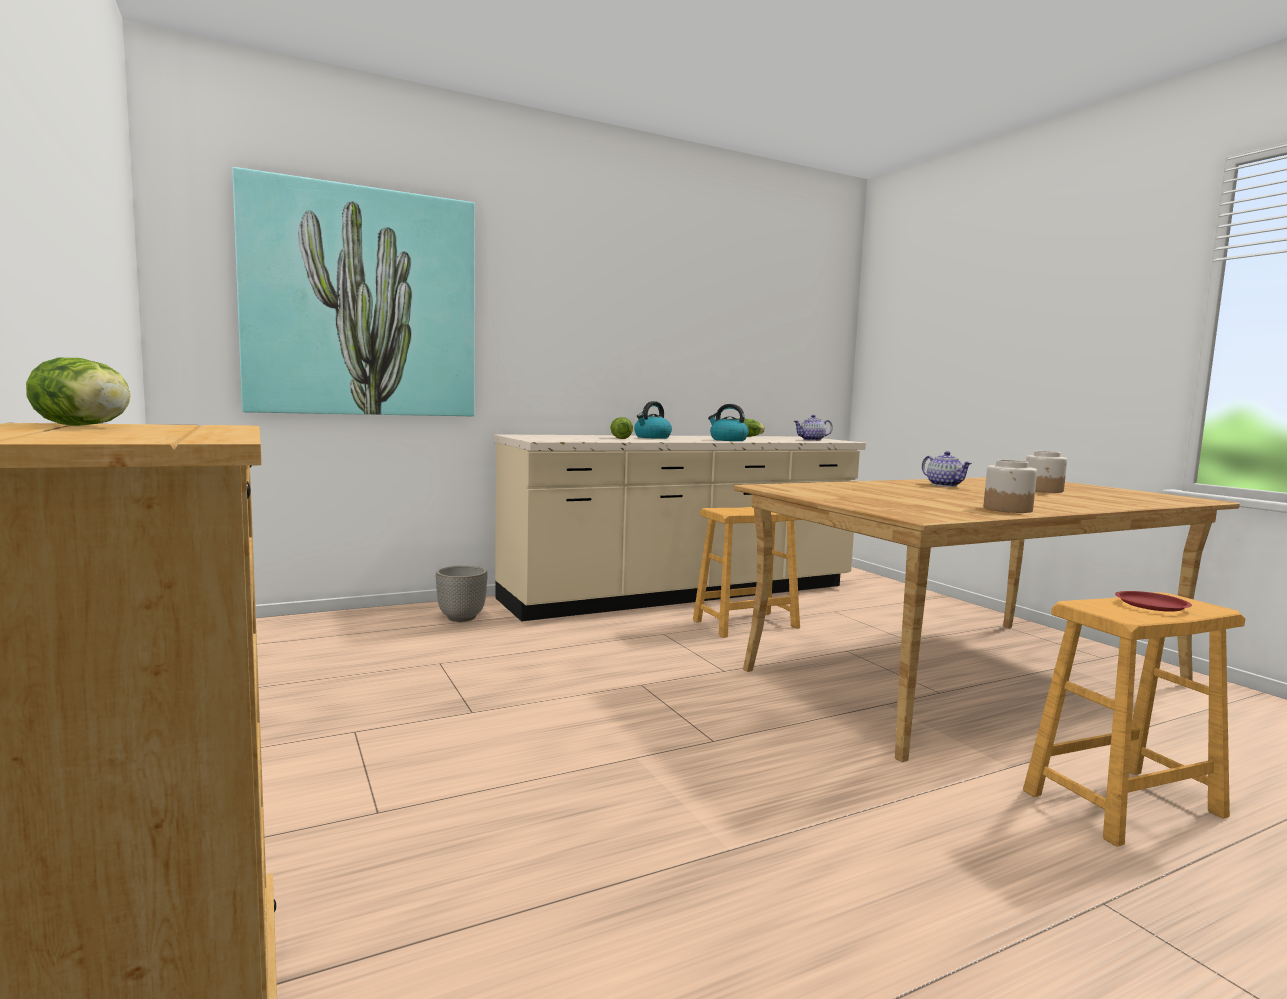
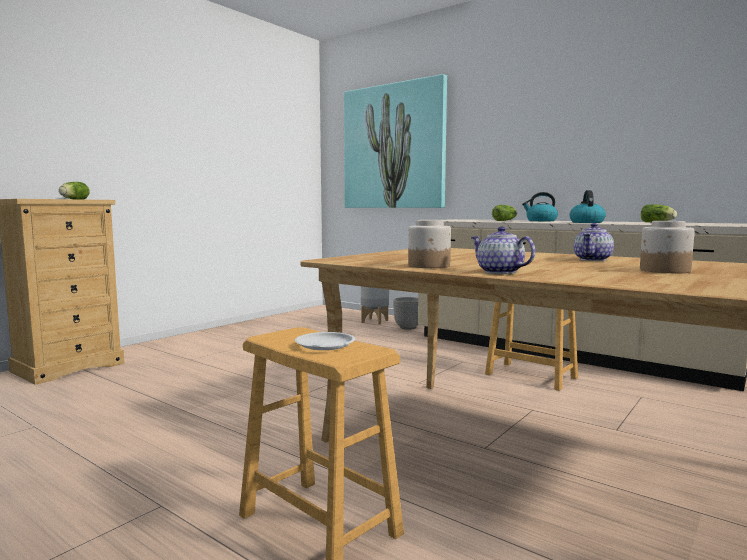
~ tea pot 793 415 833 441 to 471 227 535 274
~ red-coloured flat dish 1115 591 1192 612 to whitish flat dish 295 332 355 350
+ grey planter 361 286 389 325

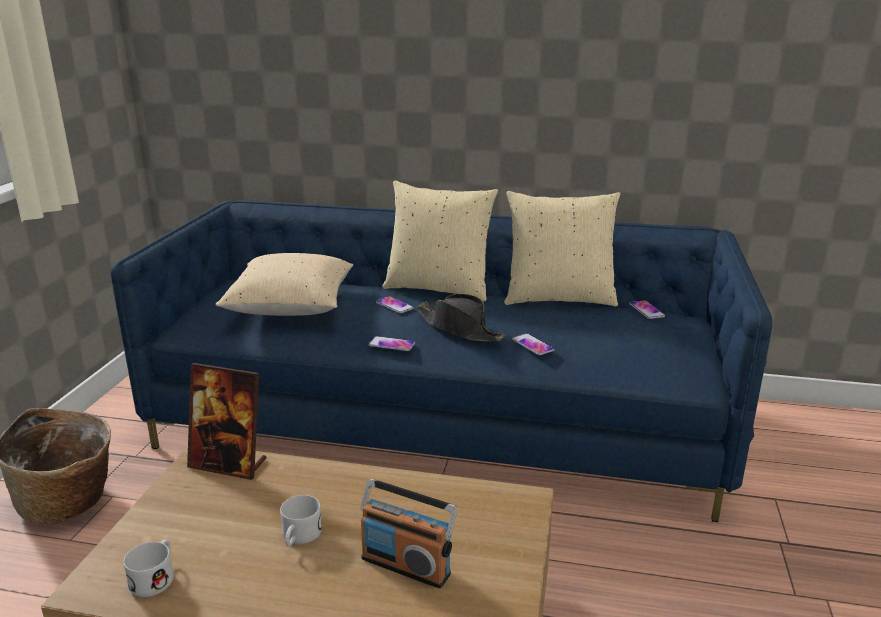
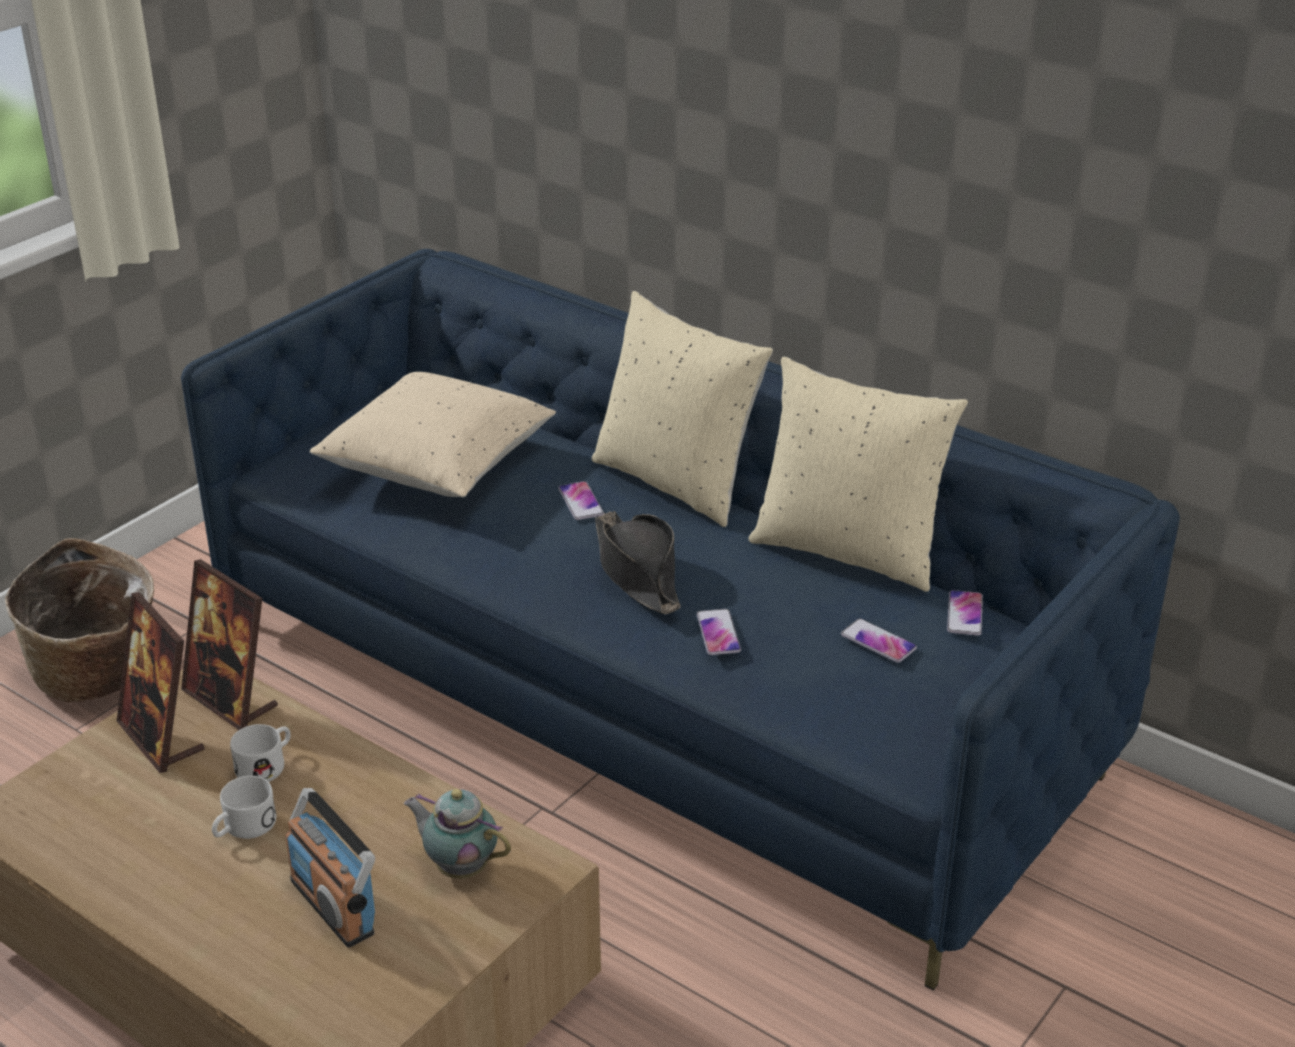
~ phone 369 336 415 351 to 841 618 917 663
~ whitish mug 124 540 174 597 to 230 724 291 782
+ picture frame 117 592 205 773
+ tea pot 404 789 511 879

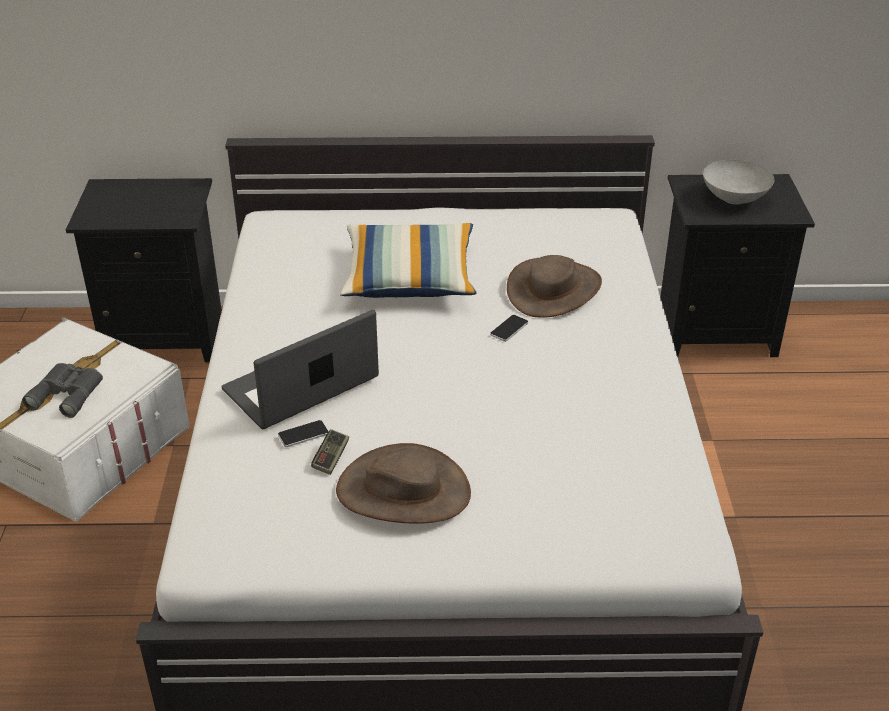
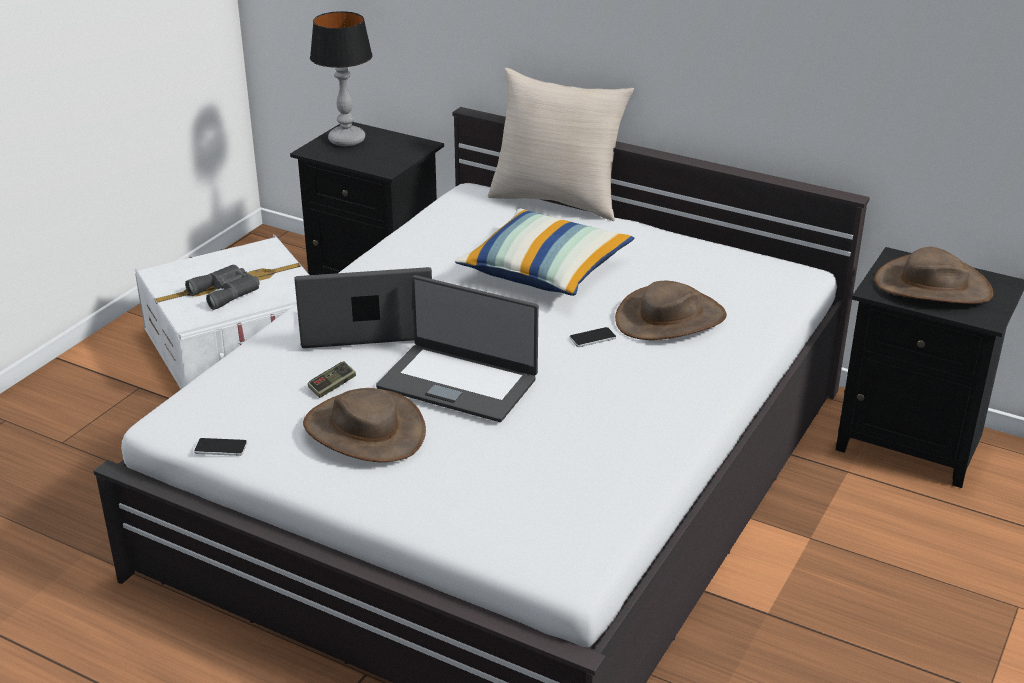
~ grey bowl 703 160 774 205 to brown-coloured hat 874 247 993 304
~ phone 278 420 328 447 to 194 438 247 456
+ tabletop lamp 310 11 372 146
+ beige-coloured pillow 488 68 634 221
+ portable computer 376 275 538 422

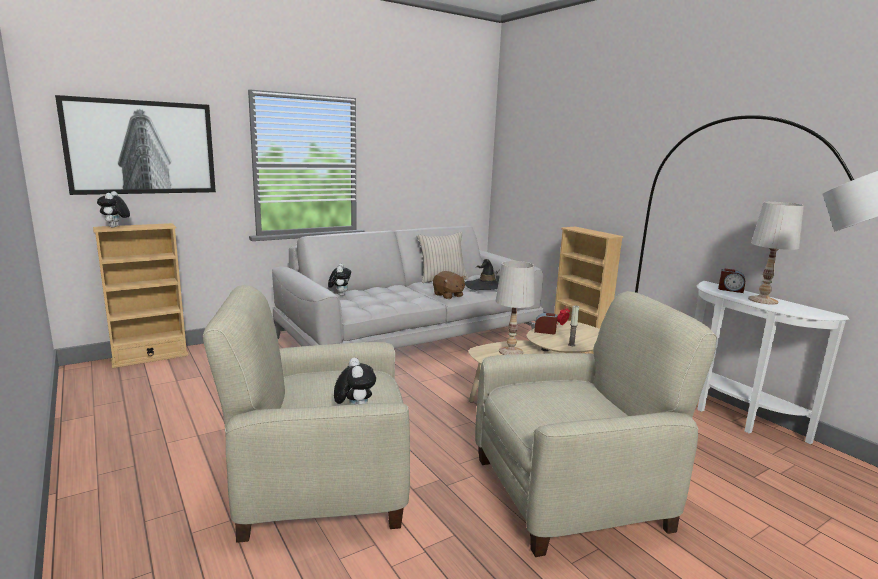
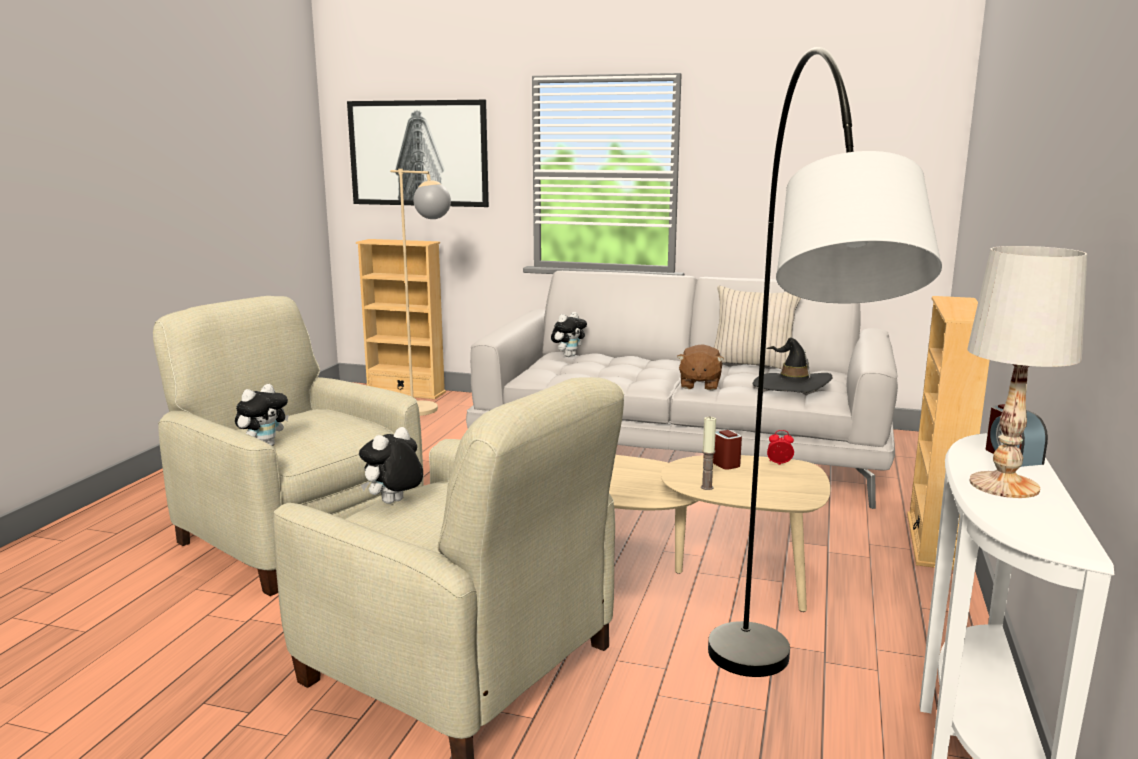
~ soft toy 97 191 130 228 to 359 427 423 504
- whitish tabletop lamp 496 261 535 355
+ beige-coloured standing lamp 390 169 451 416

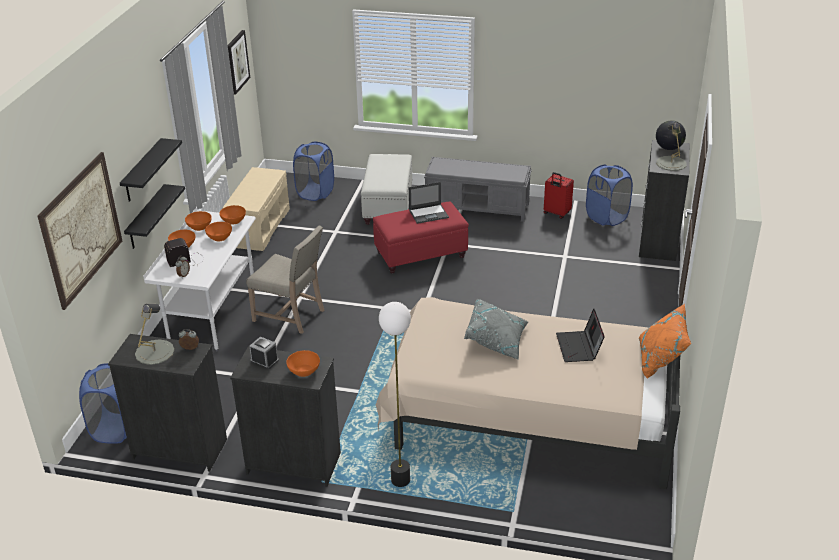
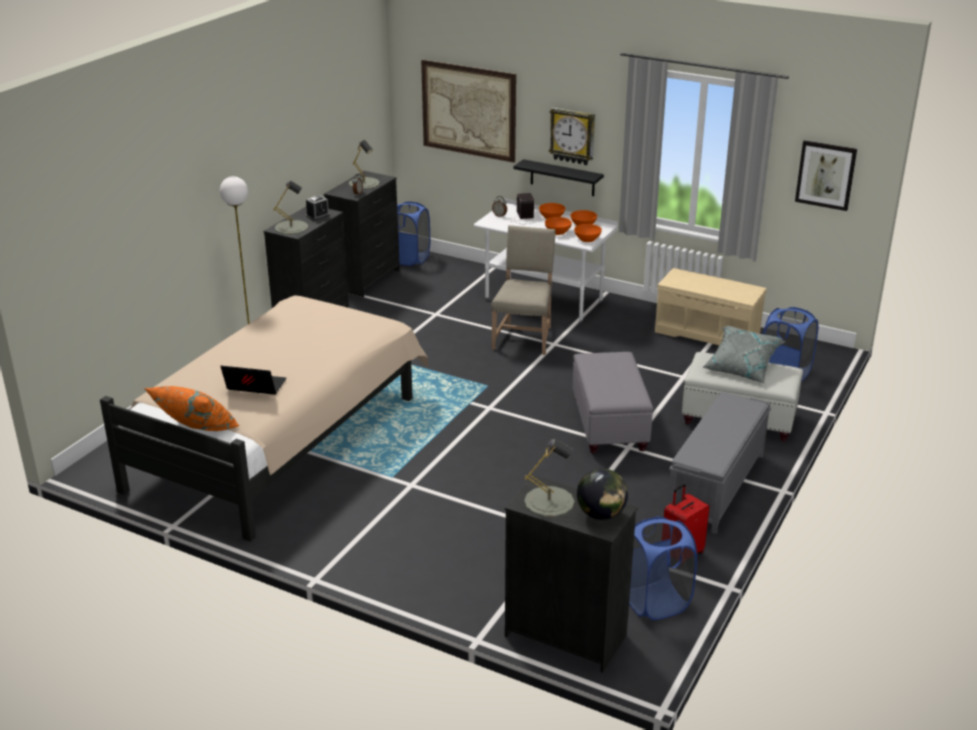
~ blackish bracket shelf 120 138 182 202 to wall clock 549 107 595 165
- portable computer 409 182 449 224
~ red-coloured pouffe 373 202 469 274 to grey pouffe 572 352 653 454
~ beige-coloured chair 246 225 325 334 = 491 225 556 355 150 degrees clockwise
~ grey pillow 464 299 528 360 to 702 326 785 383
~ orangey bowl 286 350 320 377 to grey tabletop lamp 273 180 308 234

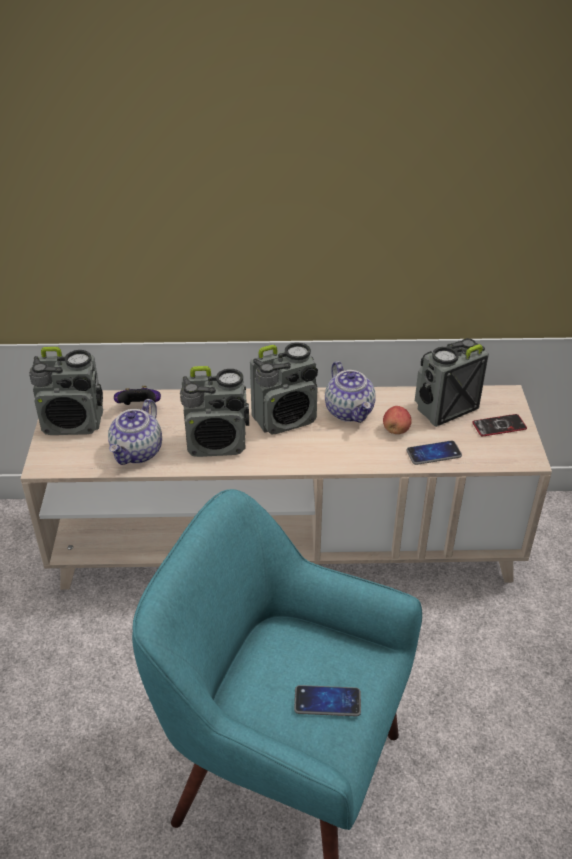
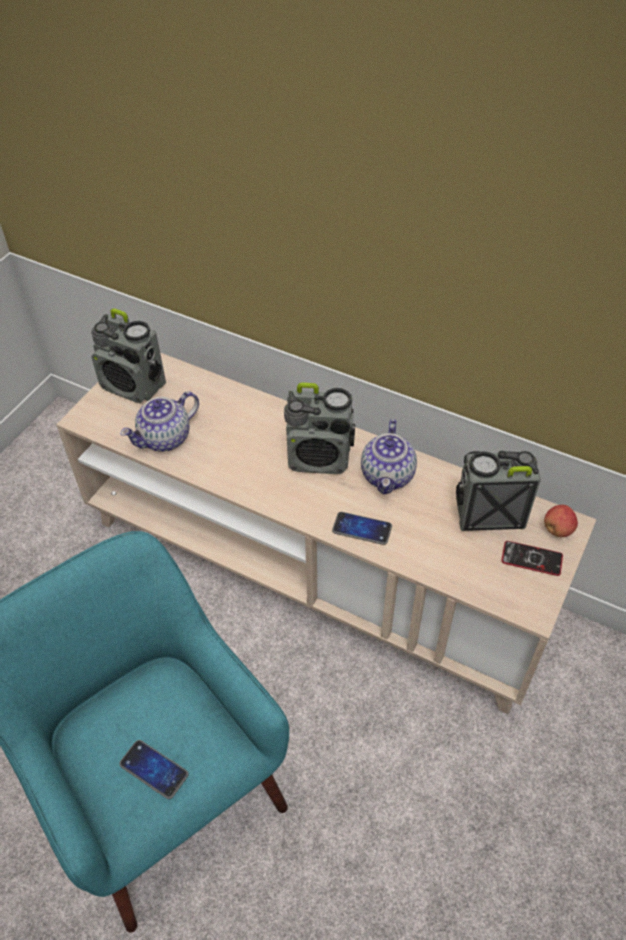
- radio receiver 180 366 249 457
- joypad 114 386 161 405
~ whole apple 383 406 412 434 to 544 505 578 537
~ phone 406 440 462 465 to 332 512 392 545

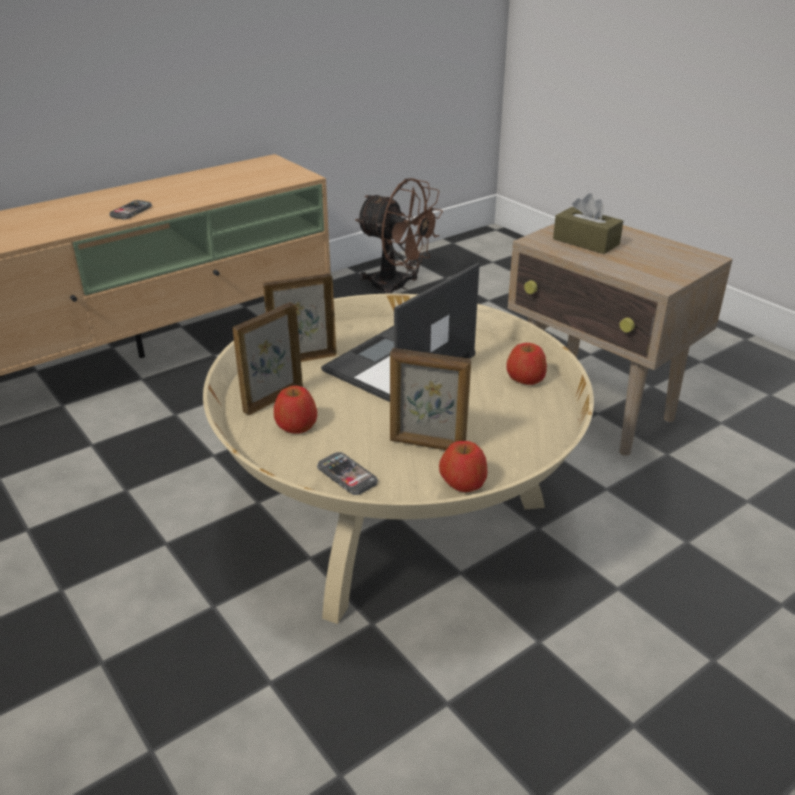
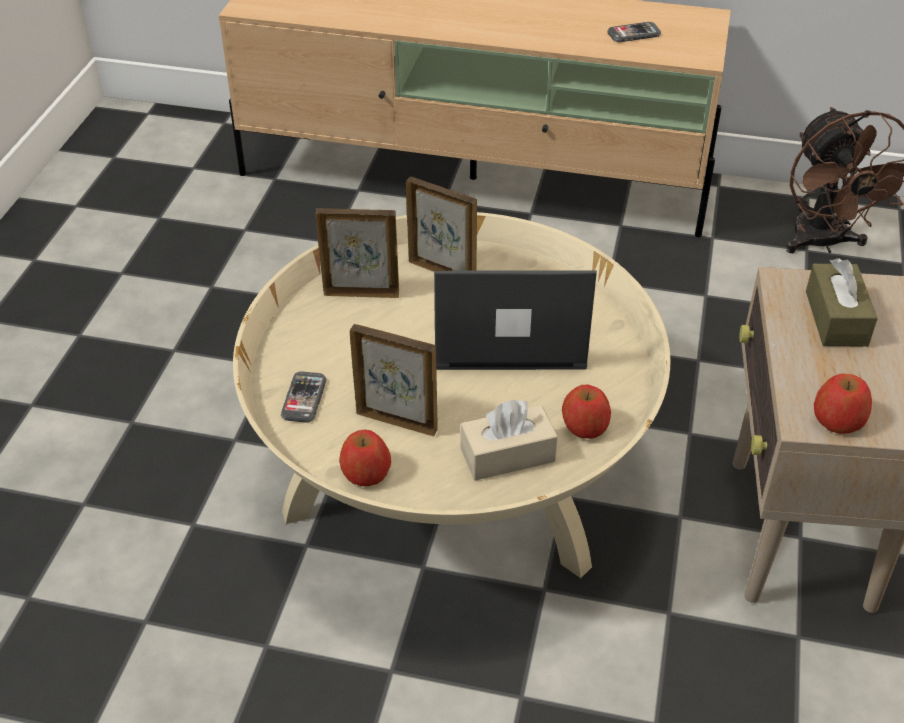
~ phone 109 200 152 220 to 607 22 661 42
~ picture frame 390 348 471 450 = 350 324 438 437 135 degrees clockwise
~ whole apple 274 386 317 434 to 814 373 872 434
+ beige-coloured tissue holder 461 400 558 480

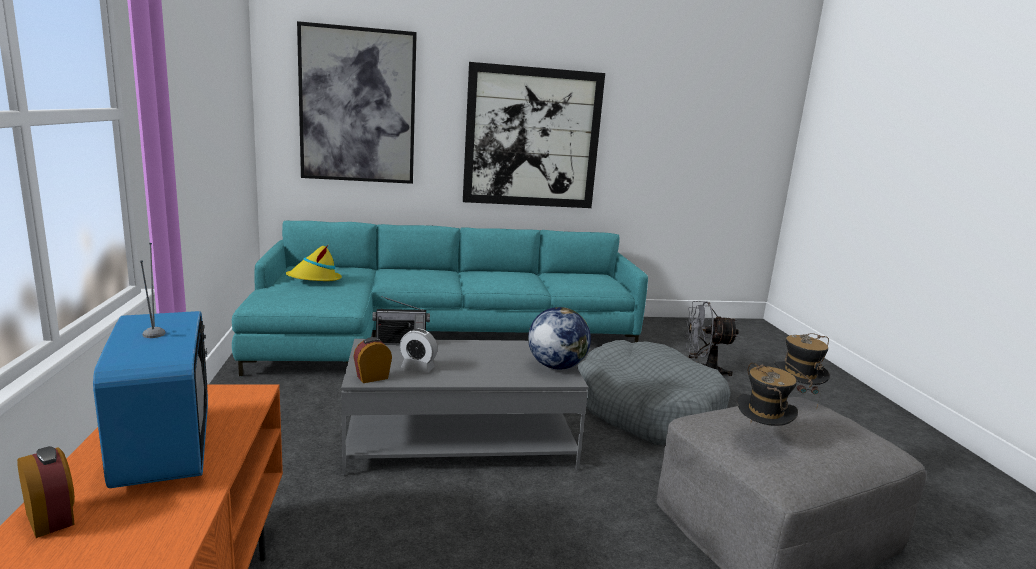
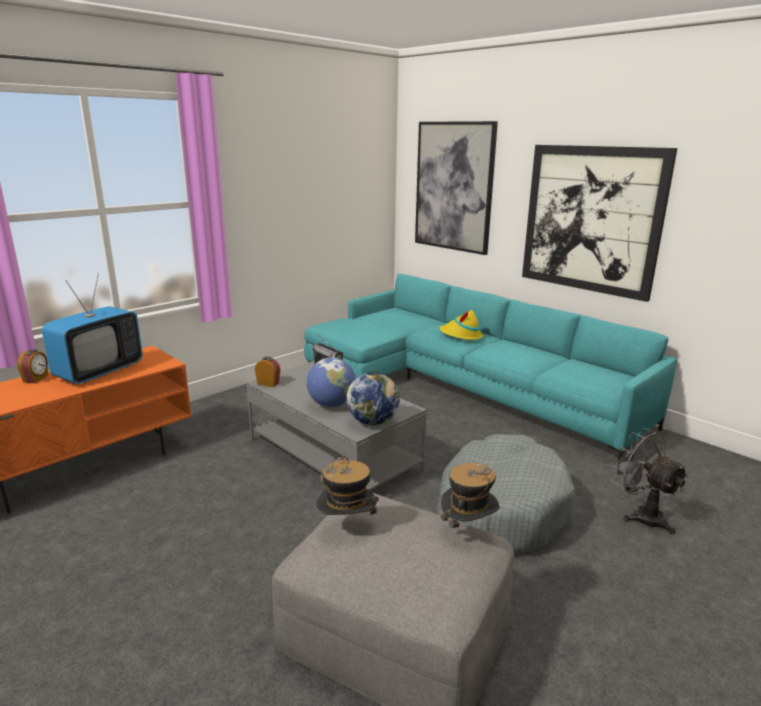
~ yellow-coloured hat 286 245 342 281 to 439 310 483 340
- alarm clock 400 329 437 373
+ world globe 307 358 356 407

